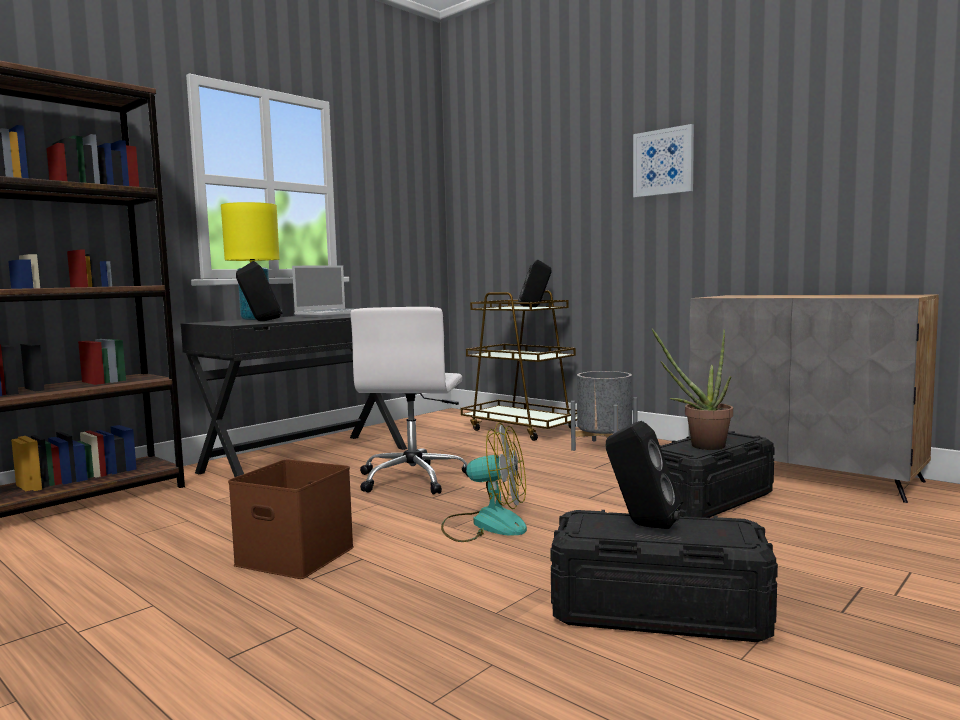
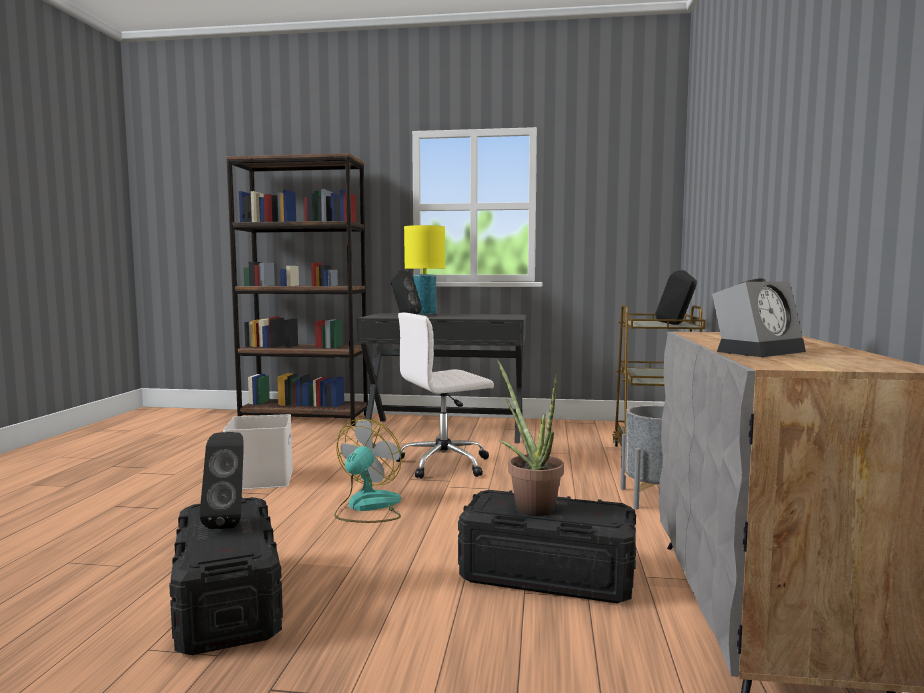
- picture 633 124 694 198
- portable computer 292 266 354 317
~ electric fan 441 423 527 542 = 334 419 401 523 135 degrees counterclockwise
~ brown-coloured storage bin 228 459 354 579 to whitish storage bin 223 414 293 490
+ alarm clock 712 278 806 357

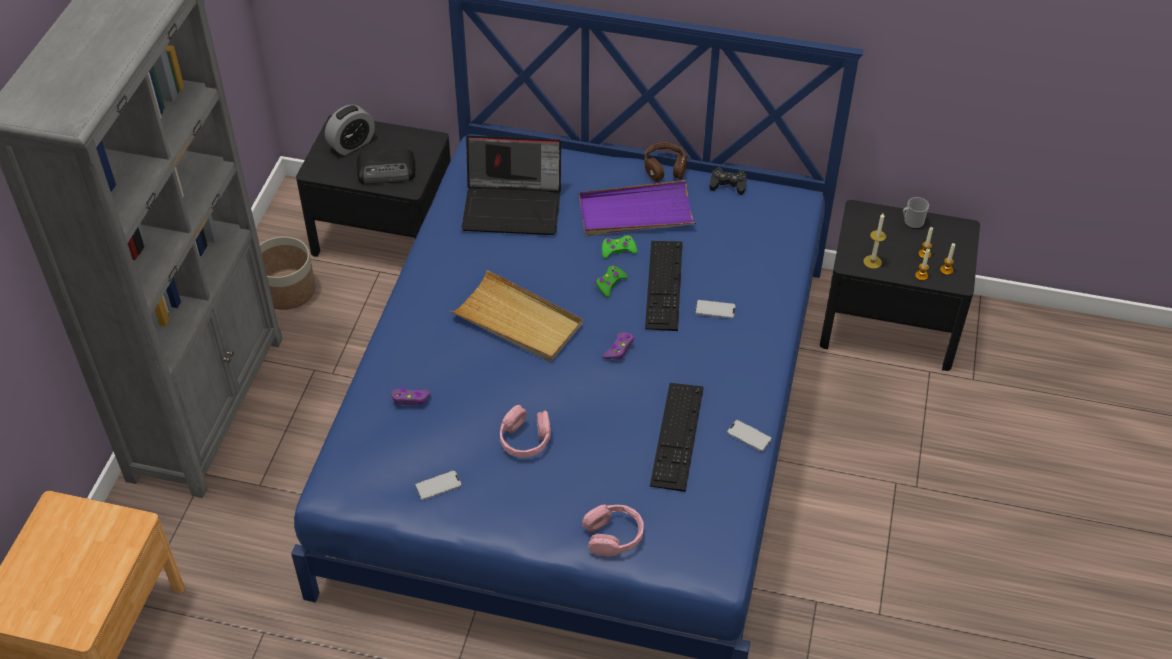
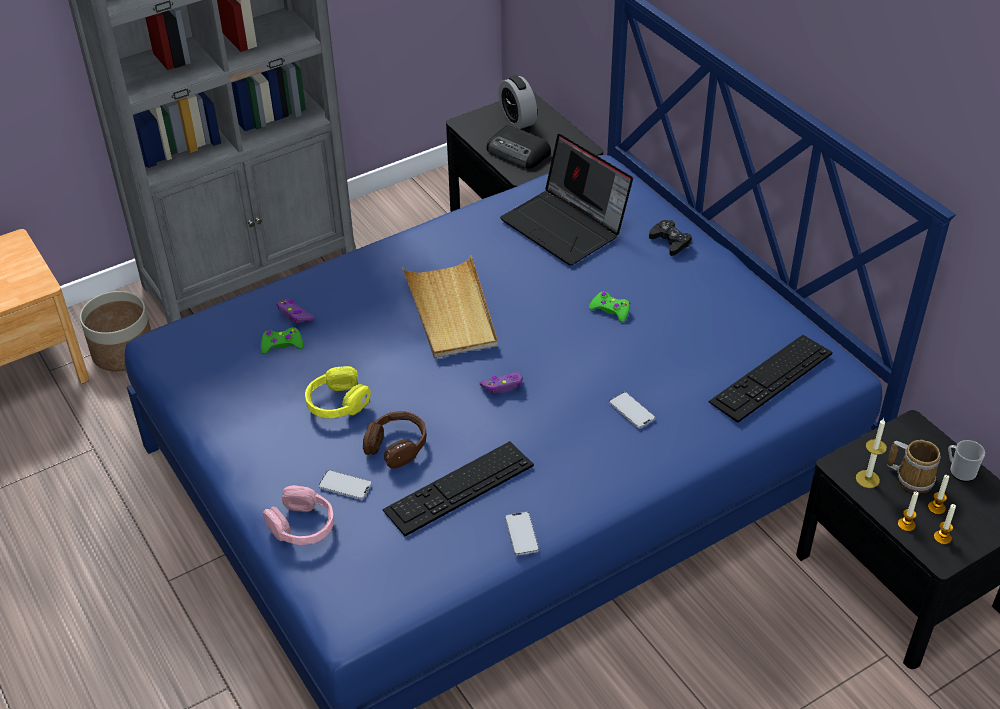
~ alarm clock 325 105 375 155 = 498 75 537 129 60 degrees clockwise
~ brown-coloured pair of headphones 644 142 687 182 to 363 411 427 468
~ blackish joypad 709 168 747 195 to 649 220 692 256
- purple-coloured tray 579 180 696 236
~ planter 260 236 316 310 to 80 291 151 372
~ keyboard 645 241 683 331 to 709 335 832 423
~ green-coloured joypad 595 265 628 297 to 261 327 303 354
~ pink-coloured pair of headphones 500 405 551 458 to yellow-coloured pair of headphones 305 366 371 418
~ phone 415 470 462 500 to 319 470 372 500
+ mug 887 440 941 493

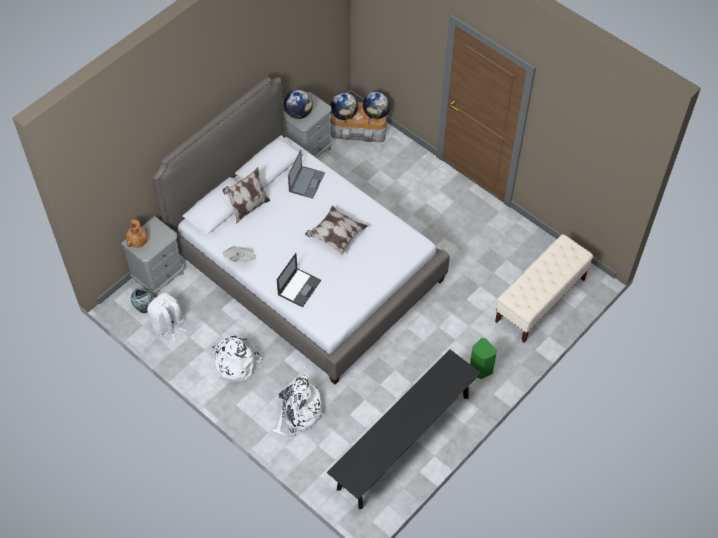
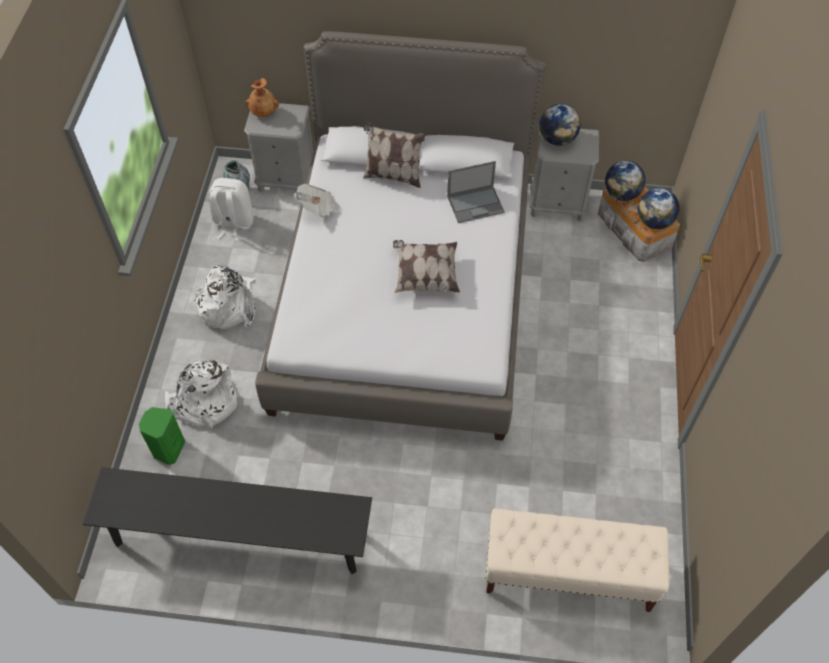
- portable computer 277 253 321 307
~ green-coloured loudspeaker 470 338 497 379 to 139 407 185 465

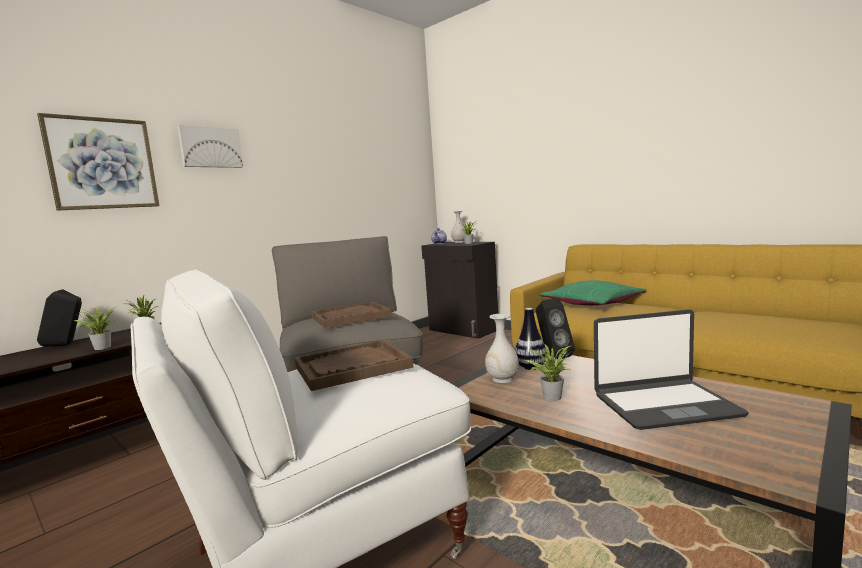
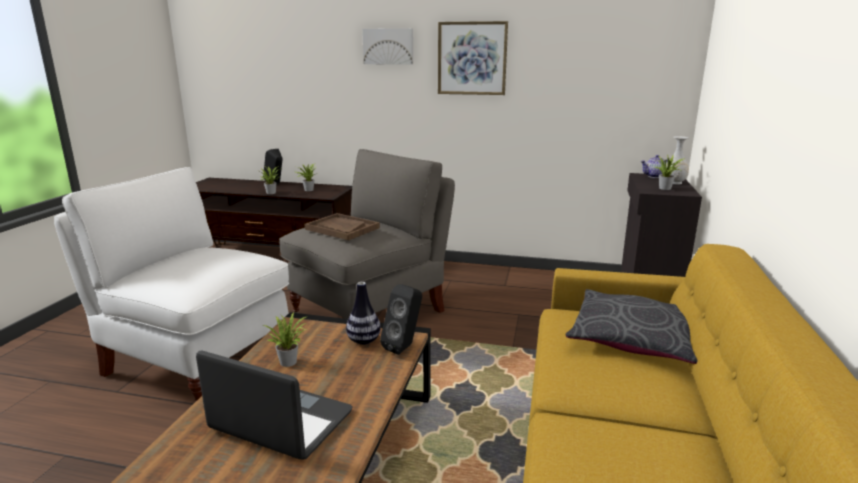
~ picture 37 113 159 211 to 438 21 508 95
~ green-coloured pillow 539 280 646 305 to grey pillow 566 289 697 364
~ portable computer 594 309 749 430 = 196 350 353 459 150 degrees clockwise
- whitish decorative vase 485 314 519 383
- brown-coloured tray 294 340 413 391

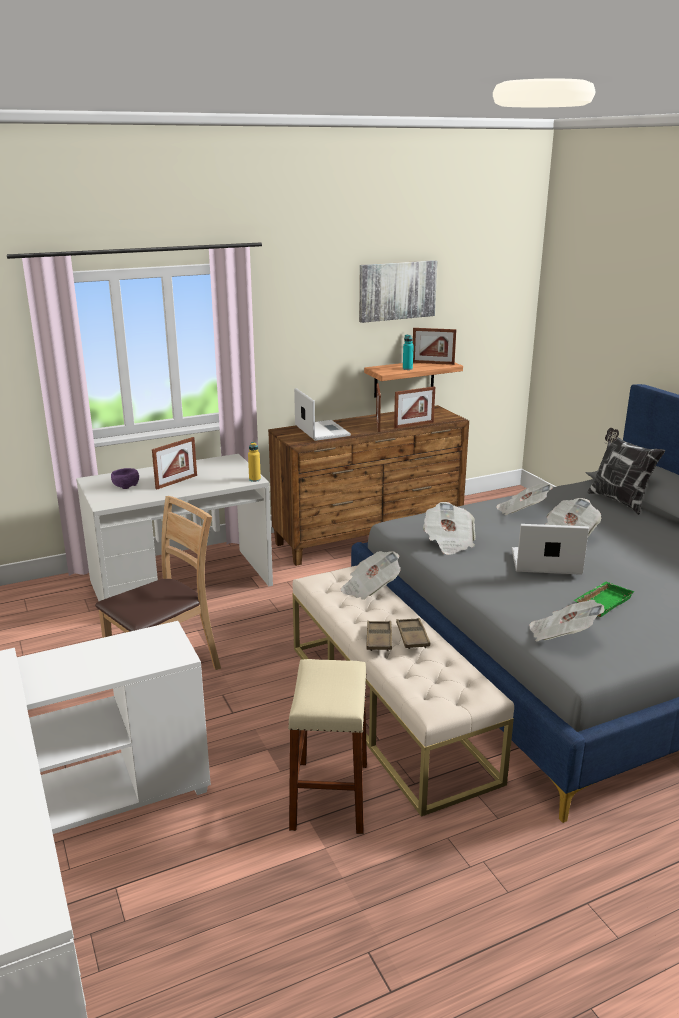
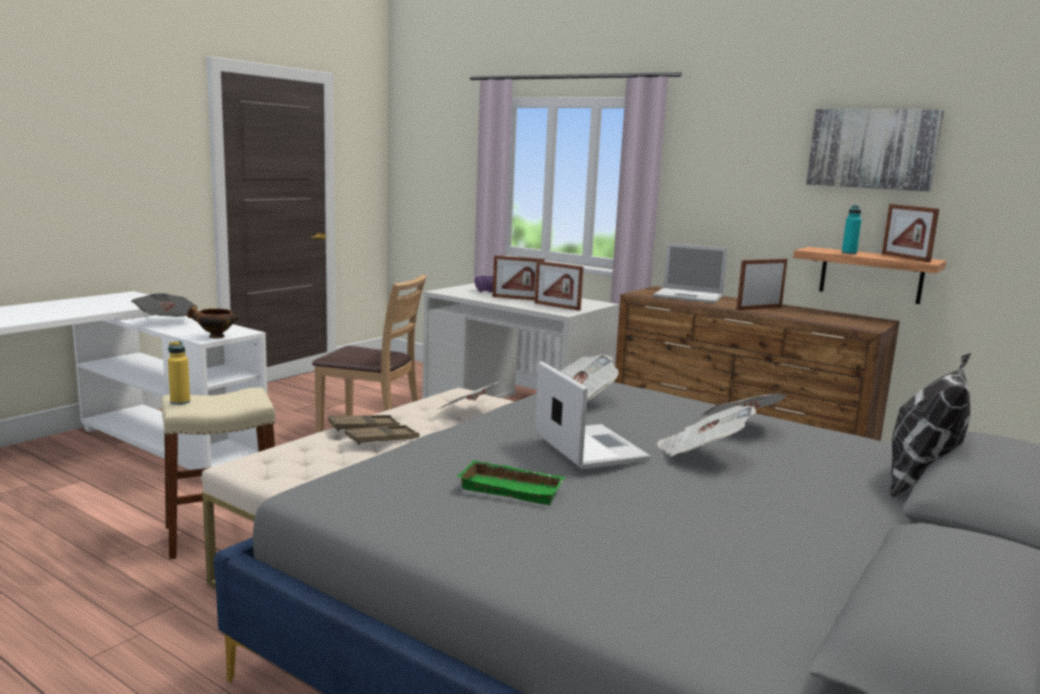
~ picture frame 394 386 435 429 to 534 261 583 311
~ portable computer 294 388 351 441 = 653 243 728 304 75 degrees clockwise
~ yellow-coloured drink bottle 248 442 261 482 to 168 341 190 405
~ daily paper 529 600 604 641 to 131 293 198 317
+ bowl 187 305 238 338

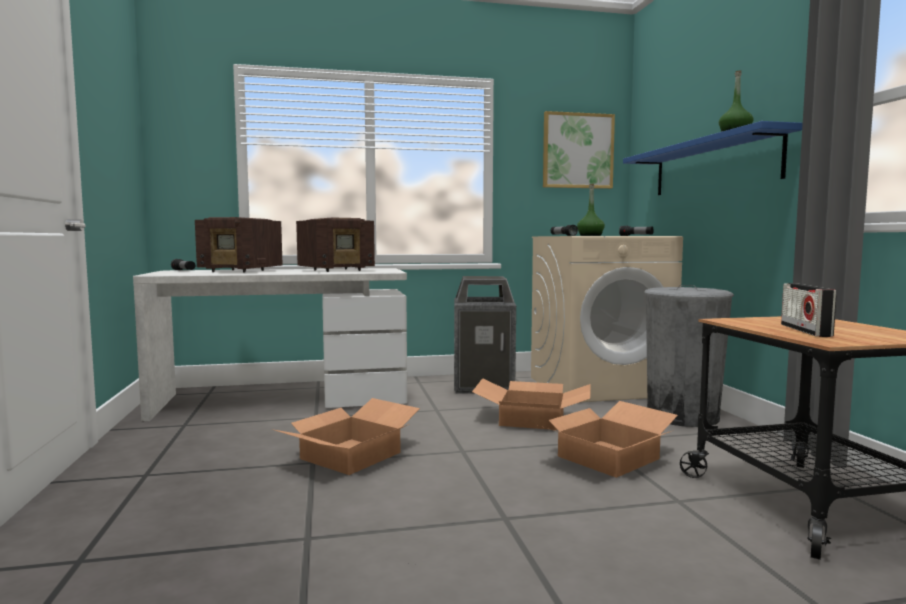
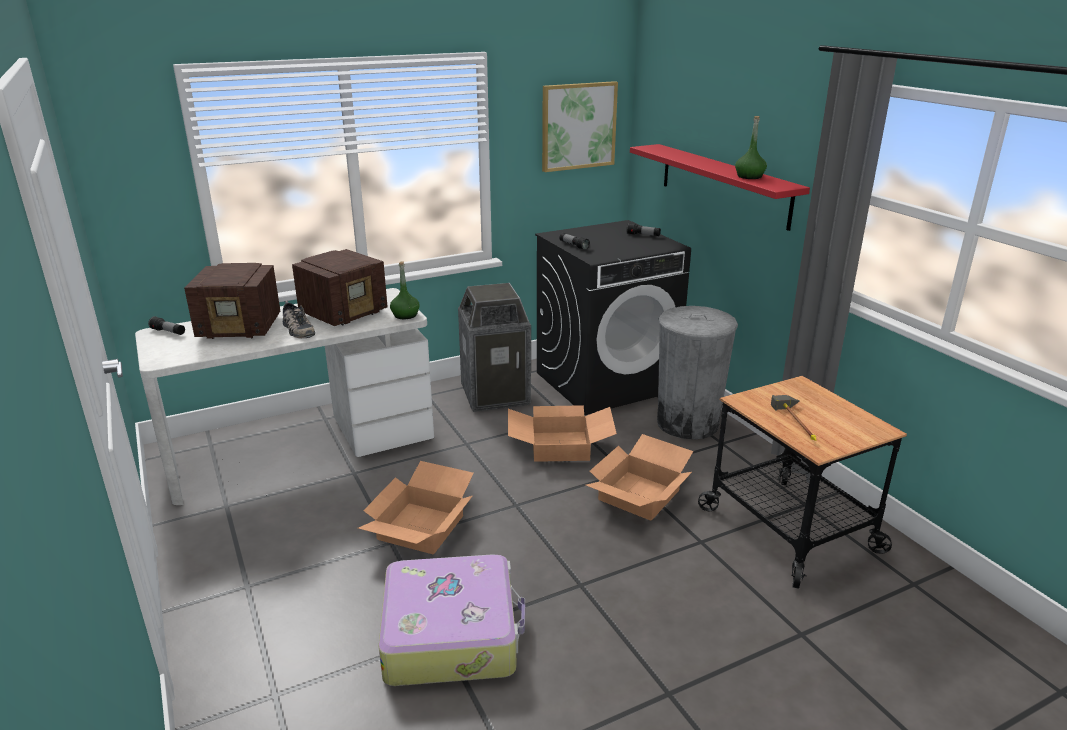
~ blue-coloured bracket shelf 623 121 803 195 to red-coloured bracket shelf 630 144 810 231
~ green-coloured drink bottle 577 184 605 236 to 390 261 420 319
~ beige-coloured laundry appliance 531 236 683 402 to blackish laundry appliance 535 220 691 415
~ radio receiver 781 283 837 337 to tool hammer 771 395 816 441
+ low shoe 283 300 315 339
+ piece of luggage 379 554 525 686

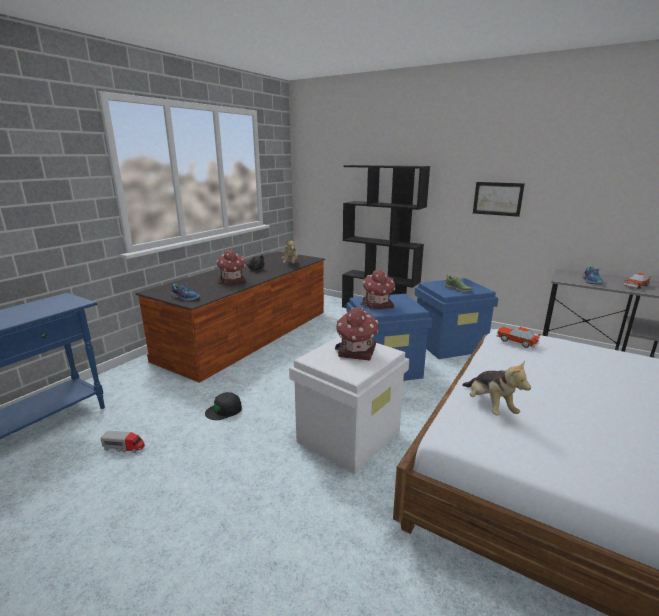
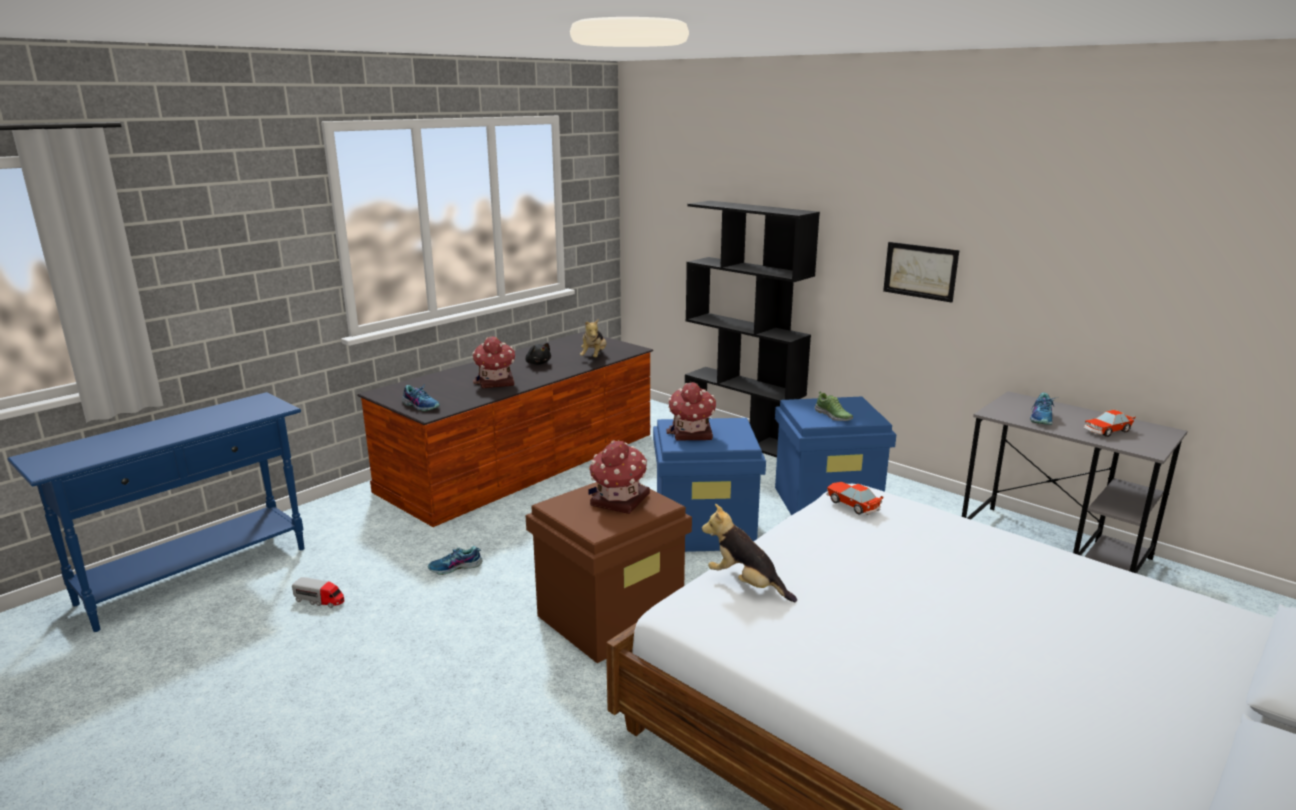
~ whitish storage bin 289 336 409 474 to brown-coloured storage bin 525 482 692 663
~ soft toy 462 360 531 416 = 702 504 797 602 135 degrees clockwise
~ blackish cap 205 392 242 420 to low shoe 428 546 483 575

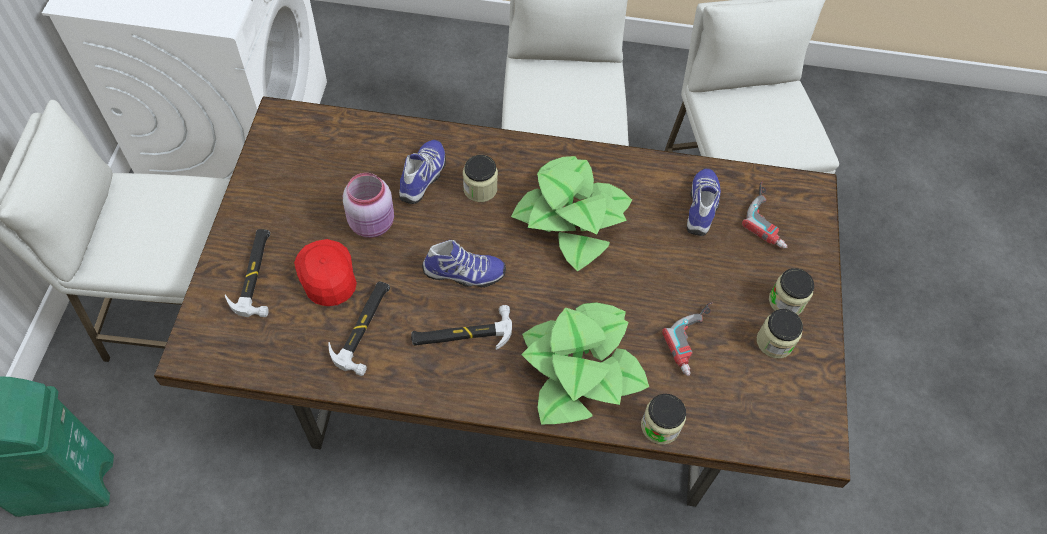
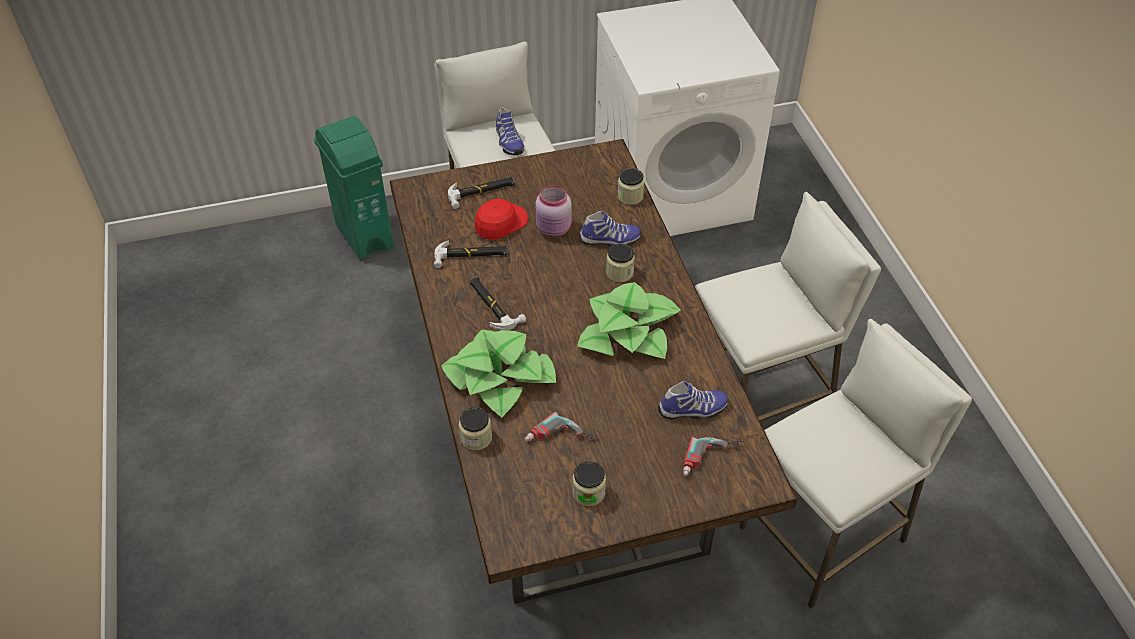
~ low shoe 422 240 506 288 to 496 107 524 155
~ jar 769 268 814 315 to 617 168 645 205

